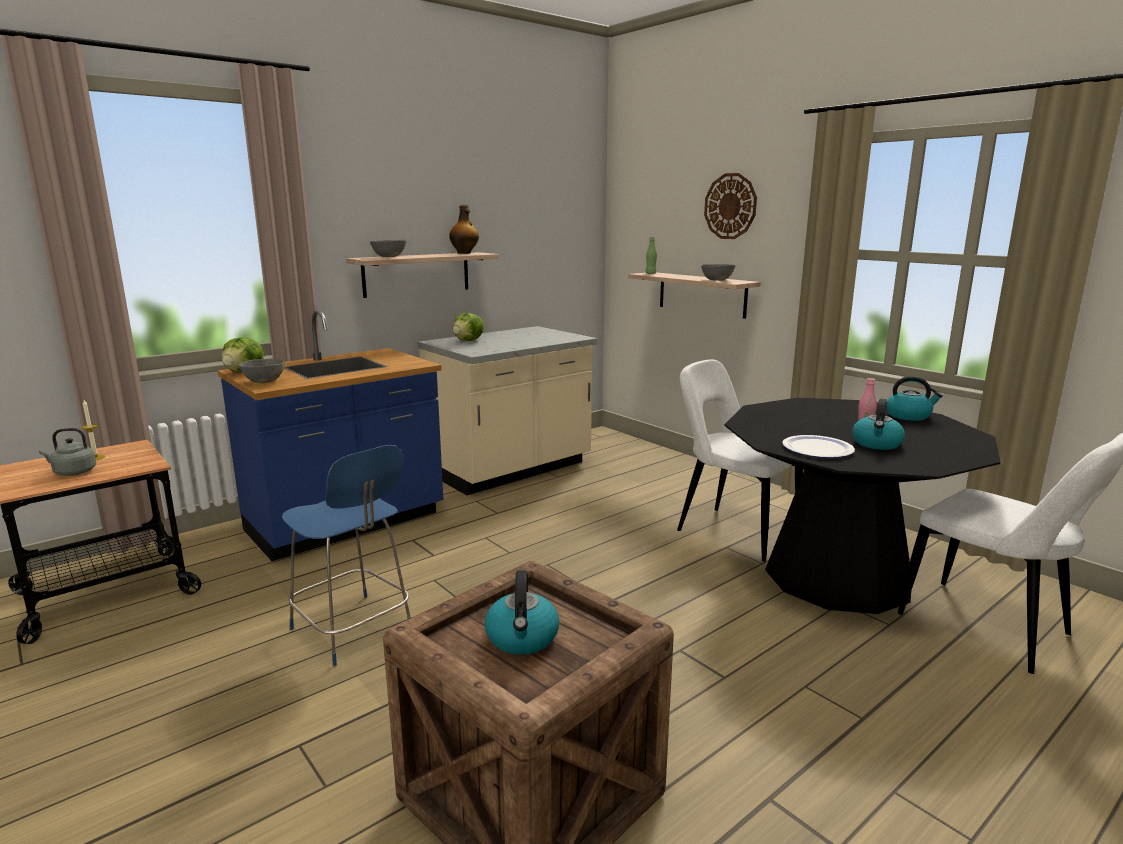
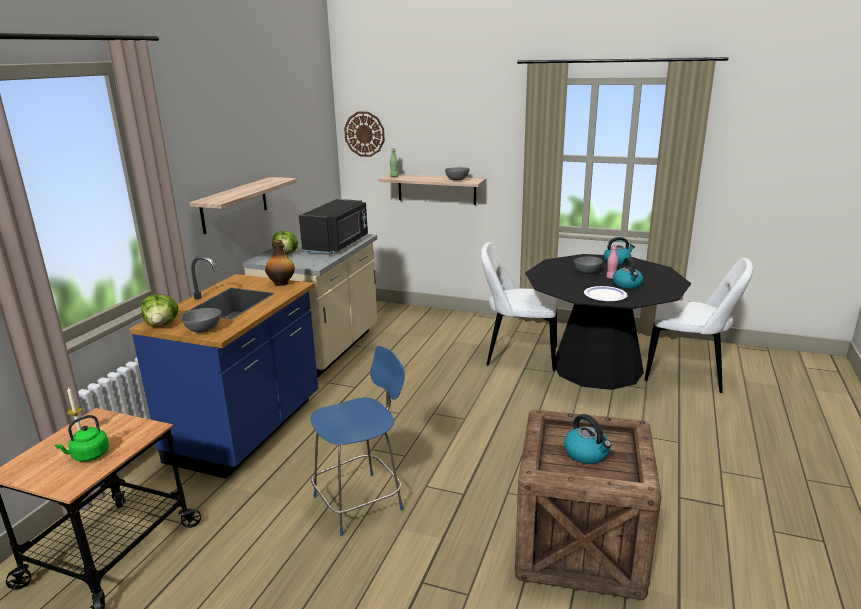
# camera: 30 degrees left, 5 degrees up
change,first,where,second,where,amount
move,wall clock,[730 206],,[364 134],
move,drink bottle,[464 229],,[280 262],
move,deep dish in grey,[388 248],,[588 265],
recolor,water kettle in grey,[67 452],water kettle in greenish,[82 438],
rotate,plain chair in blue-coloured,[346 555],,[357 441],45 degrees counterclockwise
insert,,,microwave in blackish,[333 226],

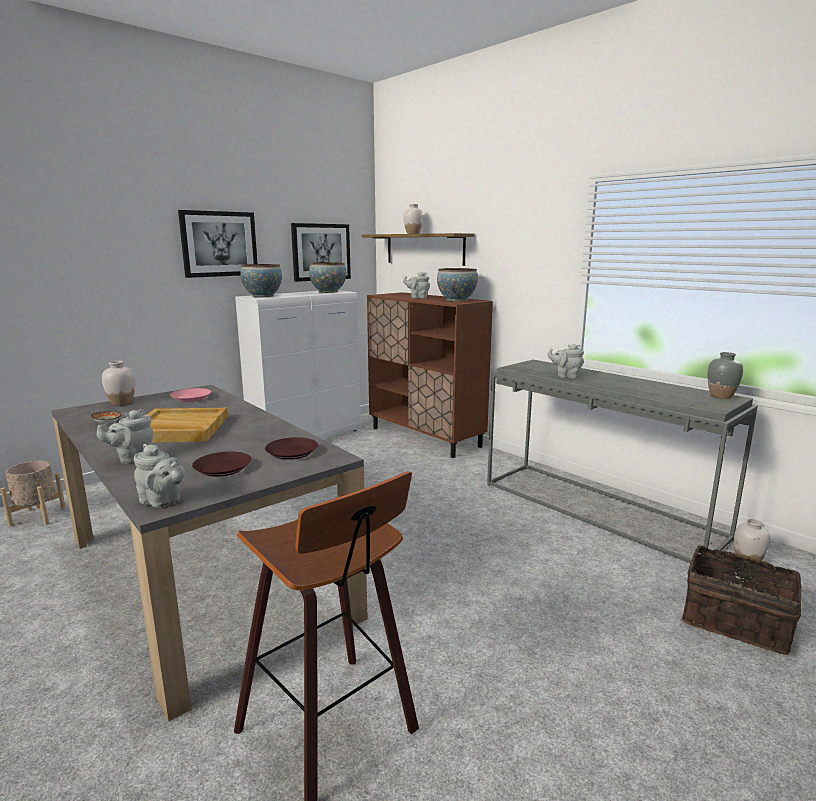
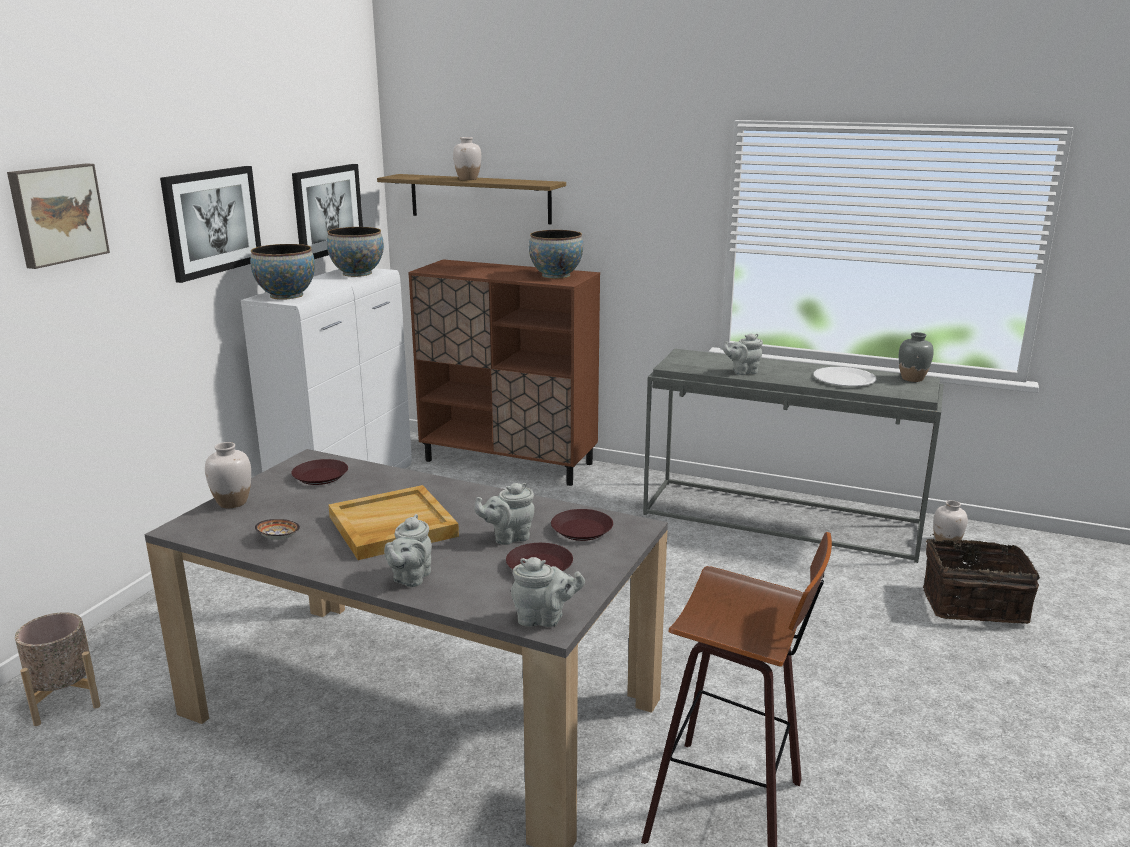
# camera: 25 degrees left, 5 degrees up
change,first,where,second,where,amount
move,tea pot in grey,[416 285],,[504 514],
recolor,flat dish in pink,[190 395],flat dish in brownish,[319 472],
insert,,,picture,[58 216],
insert,,,flat dish in whitish,[845 376],

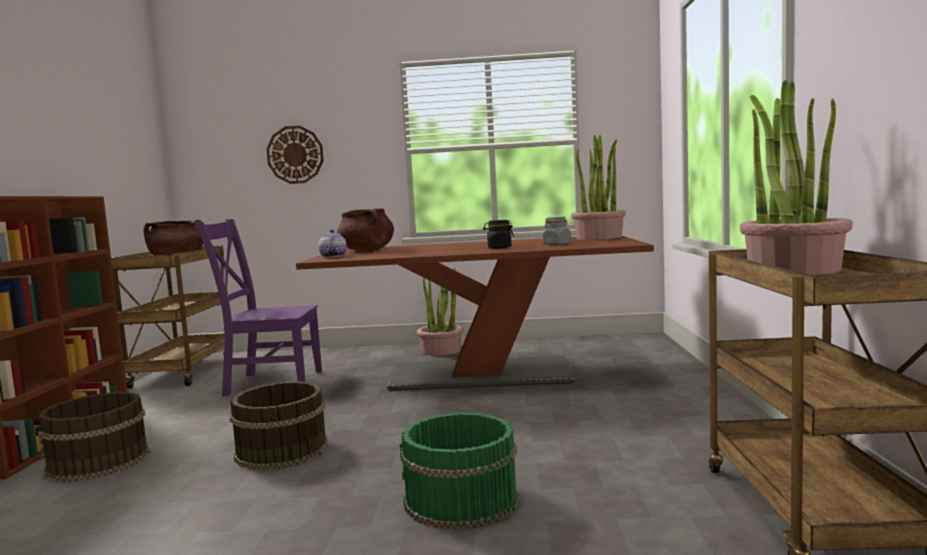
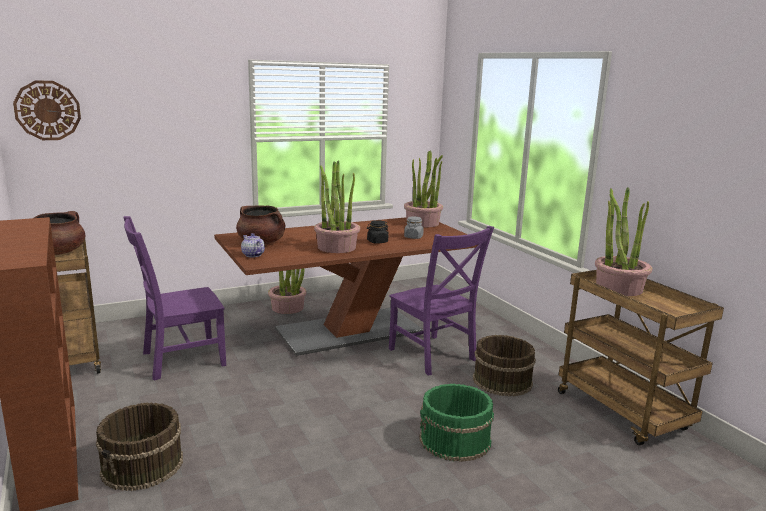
# camera: 30 degrees left, 10 degrees up
change,first,where,second,where,amount
move,wall clock,[295 155],,[47 110],
move,bucket in brownish,[279 426],,[504 365],
insert,,,plant in a pot,[337 207],
insert,,,plain chair in purple-coloured,[441 300],

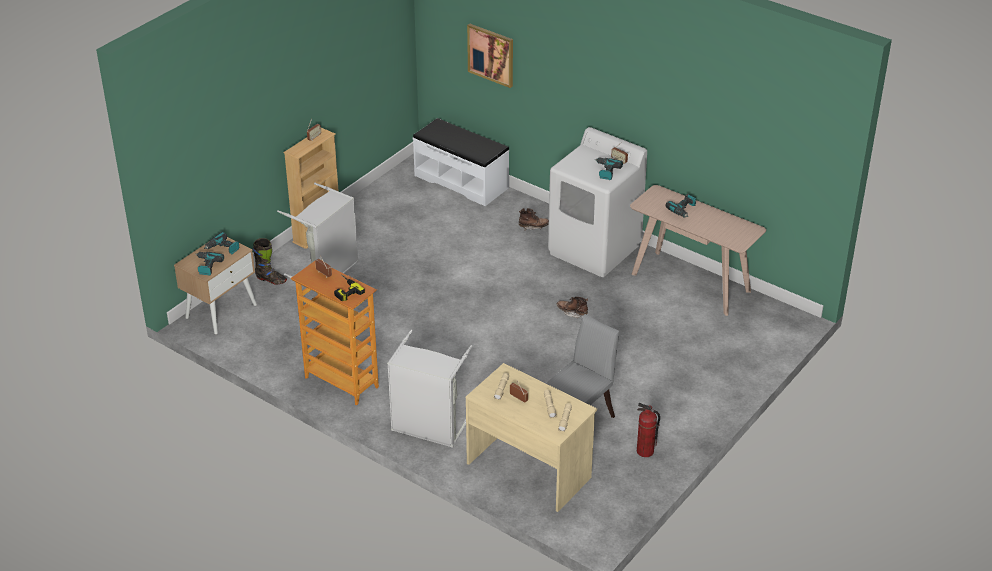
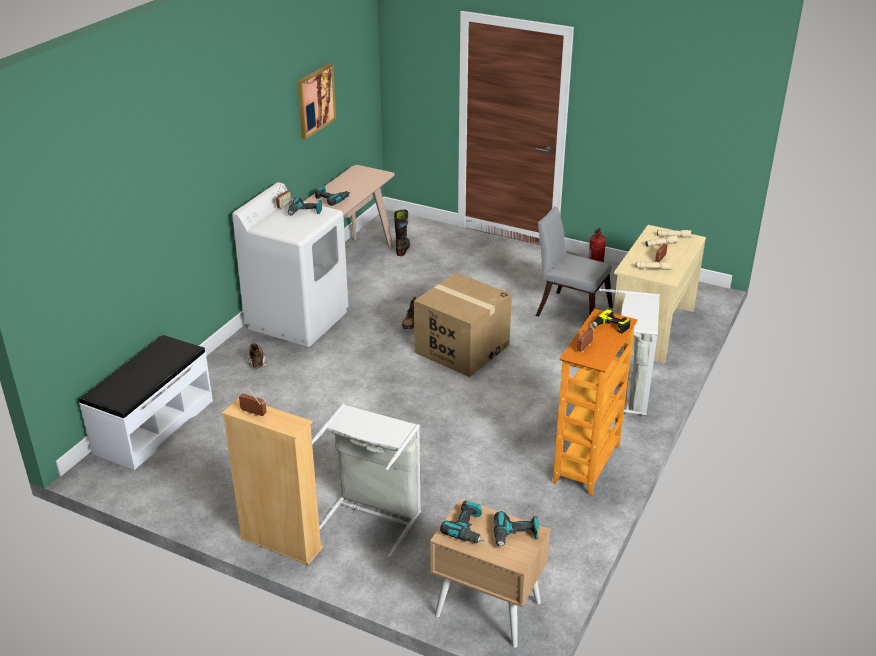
# camera: 100 degrees left, 5 degrees down
change,first,where,second,where,amount
move,picture,[490 56],,[316 101],
move,boot in blackish,[270 261],,[402 233],
insert,,,cardboard box,[463 325],

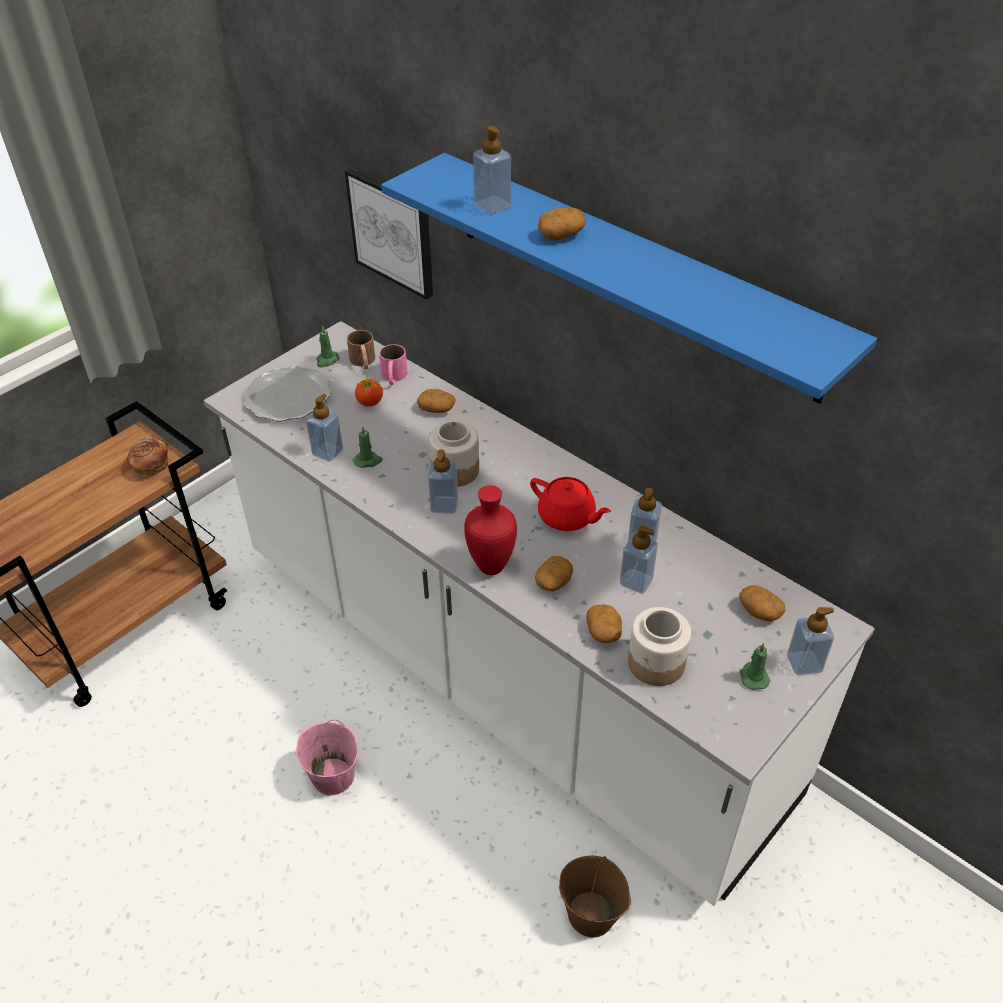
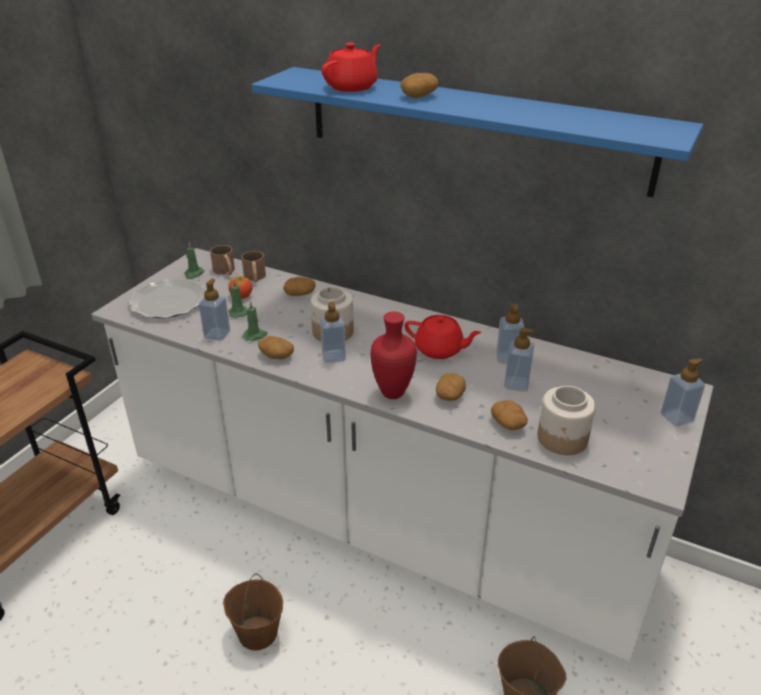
# camera: 15 degrees left, 10 degrees down
change,first,where,second,where,amount
replace,soap dispenser,[492 170],tea pot in red-coloured,[351 67],
delete,picture,[389 234],,,
recolor,tea mug in pink,[393 364],tea mug in brownish,[253 266],
delete,bakery bread,[147 456],,,
move,potato,[762 603],,[276 347],
move,wax candle in greenish,[755 666],,[237 299],
recolor,bucket in pink,[327 757],bucket in brownish,[253 612],

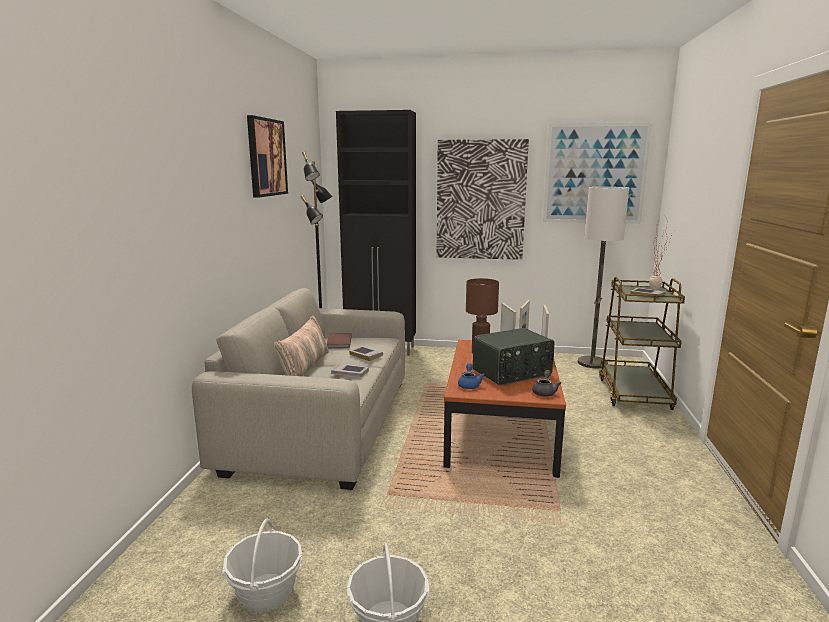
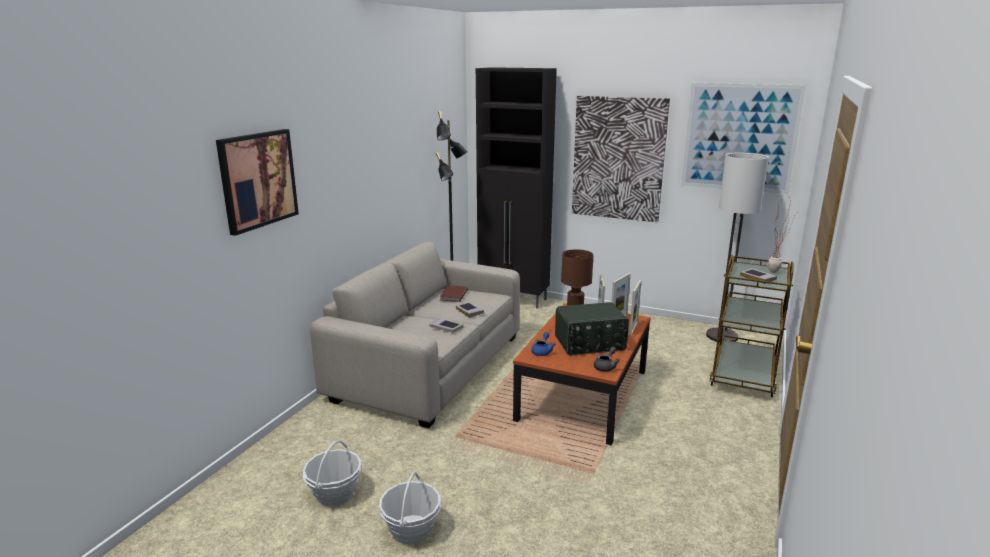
# camera: 15 degrees right, 5 degrees up
change,first,where,second,where,amount
move,picture,[267 156],,[257 182],
delete,throw pillow,[301 346],,,

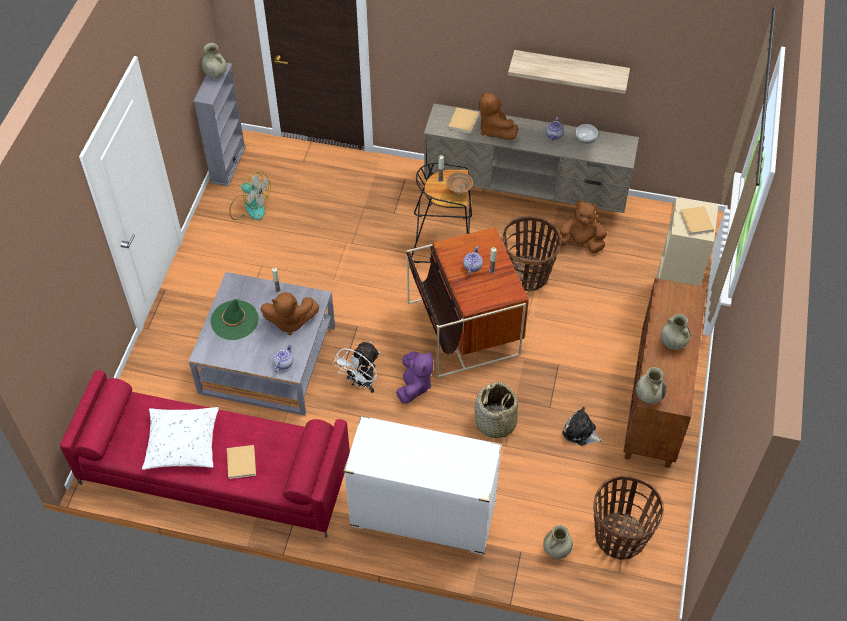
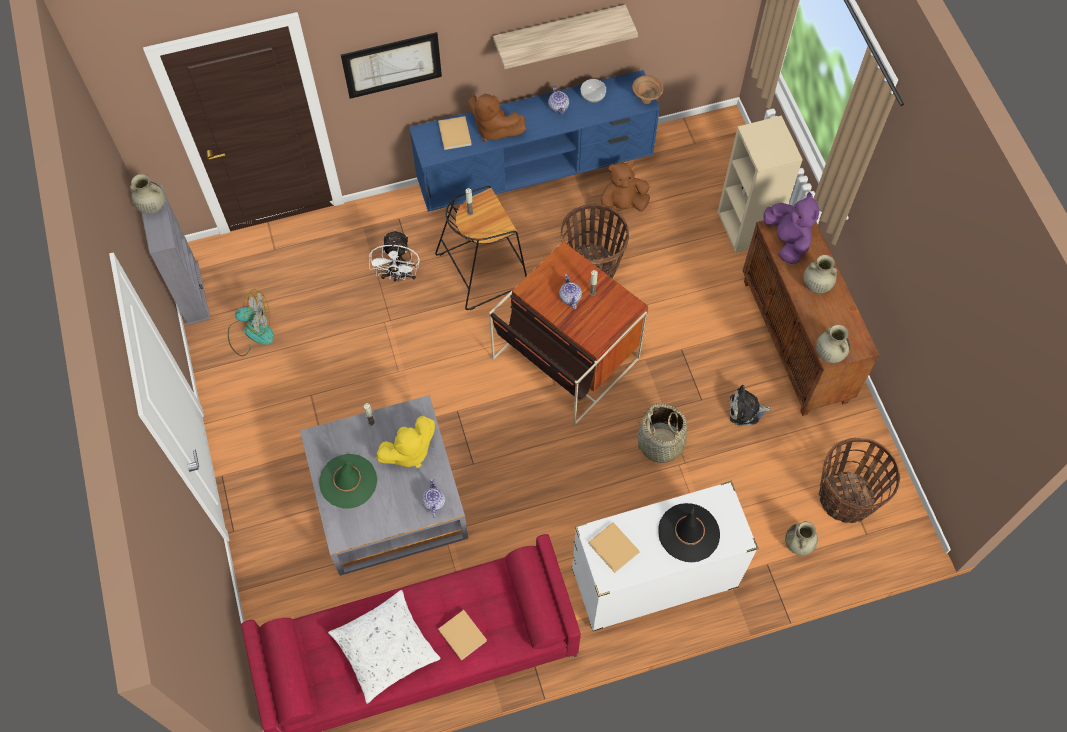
# camera: 30 degrees left, 10 degrees up
change,first,where,second,where,amount
recolor,tv unit in beige-coloured,[531 158],tv unit in blue-coloured,[534 141],
move,deep dish in brownish,[459 184],,[647 89],
move,bound book in beige-coloured,[696 220],,[614 547],
recolor,cuddly toy in brownish,[290 313],cuddly toy in yellow-coloured,[405 442],
move,electric fan in whitish,[356 367],,[394 255],
move,cuddly toy in purple-coloured,[414 377],,[791 228],
insert,,,picture,[391 65],
insert,,,wearable hat in blackish,[689 532],

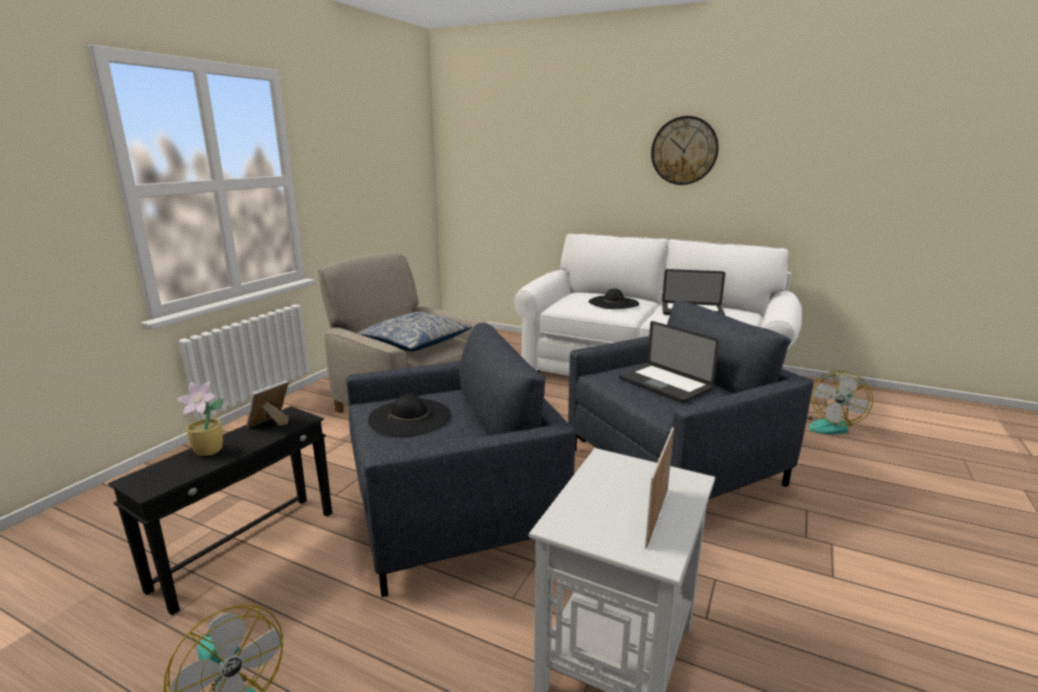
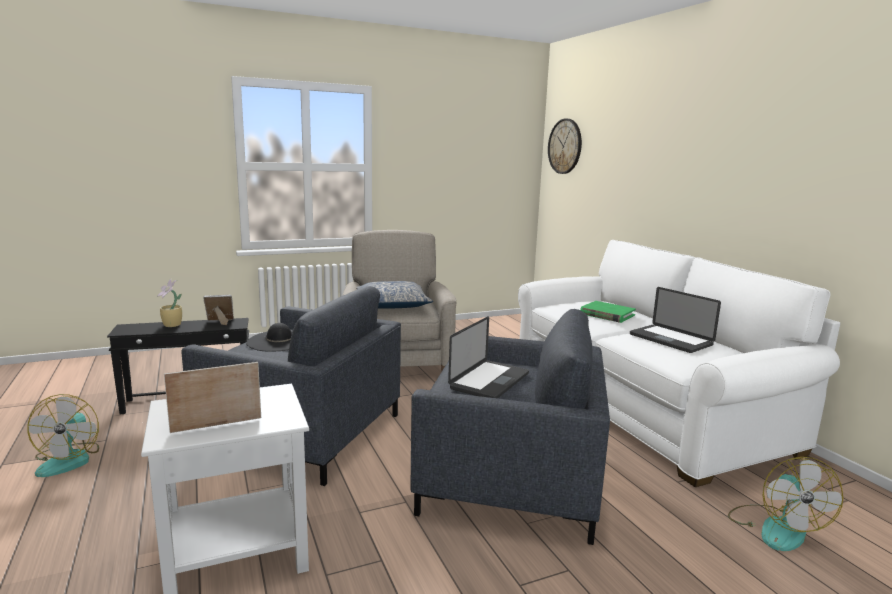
# camera: 40 degrees right, 5 degrees down
change,first,where,second,where,amount
move,wall clock,[685 150],,[565 146],
replace,wearable hat in blackish,[614 298],bound book in greenish,[608 312],
rotate,laptop,[669 362],,[488 357],150 degrees counterclockwise
rotate,electric fan,[840 402],,[786 504],75 degrees counterclockwise

